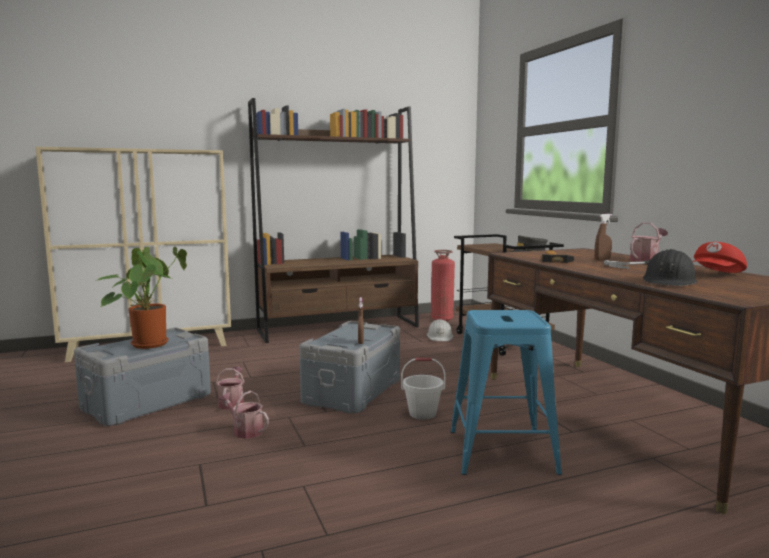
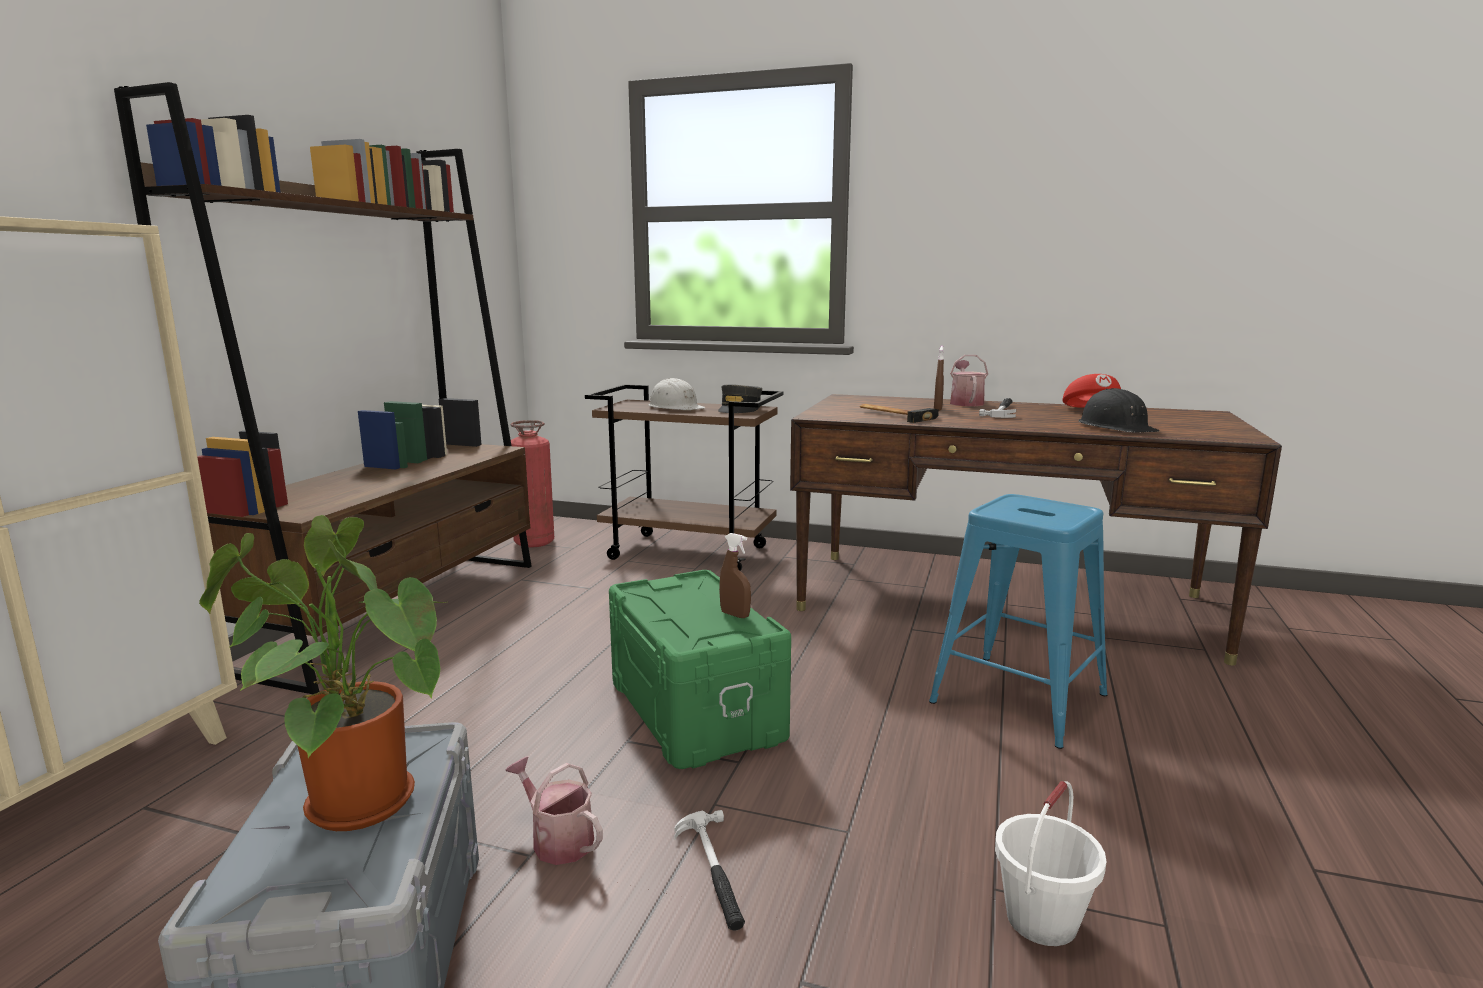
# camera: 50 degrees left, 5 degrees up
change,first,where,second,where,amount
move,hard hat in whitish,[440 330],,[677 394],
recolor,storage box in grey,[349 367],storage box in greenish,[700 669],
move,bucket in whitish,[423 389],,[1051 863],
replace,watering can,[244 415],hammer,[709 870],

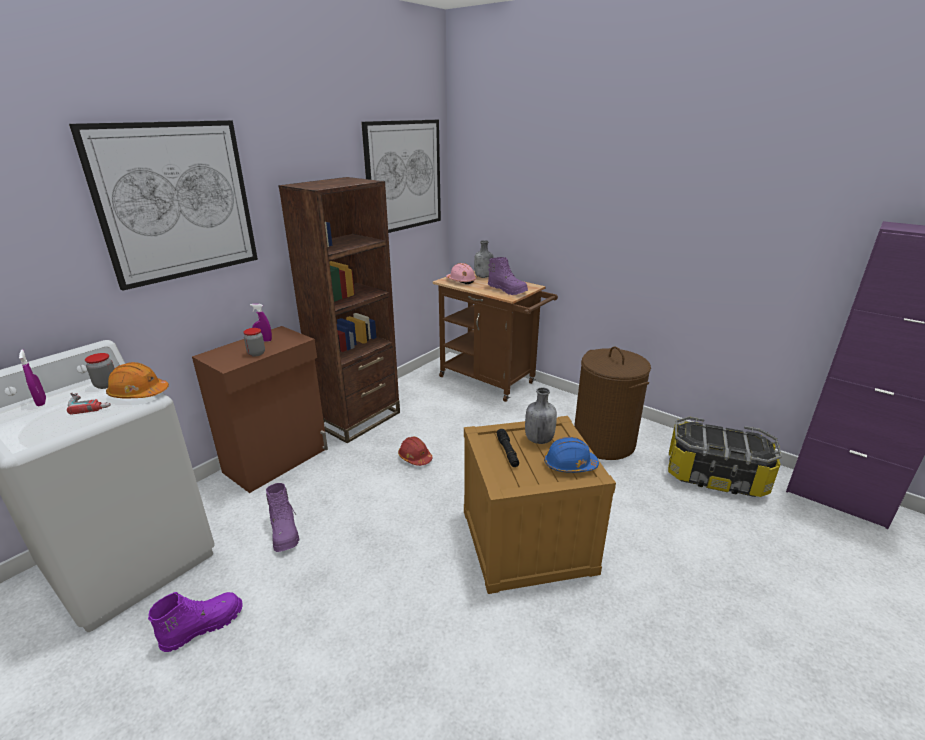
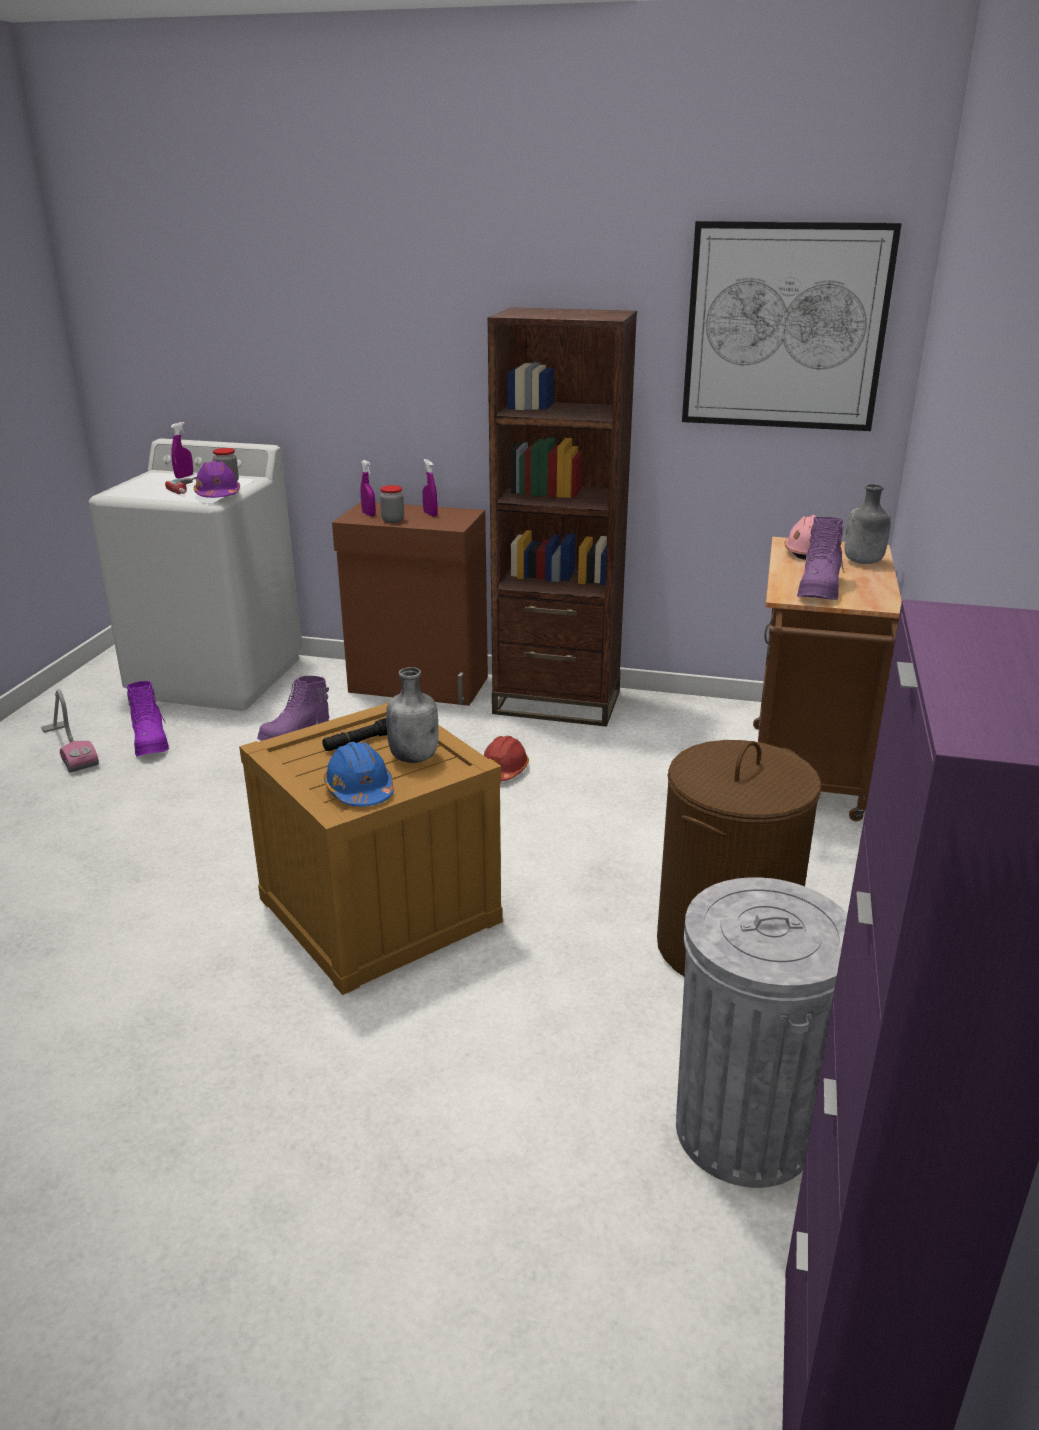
# camera: 65 degrees right, 0 degrees up
change,first,where,second,where,amount
delete,picture,[163 205],,,
recolor,hard hat in orange,[137 380],hard hat in purple-coloured,[217 479],
replace,storage box,[725 457],rubbish bin in grey,[761 1032],
rotate,boot in purple-coloured,[195 622],,[148 718],45 degrees clockwise
insert,,,sprayer in purple-coloured,[368 488],
insert,,,vacuum cleaner,[70 730],

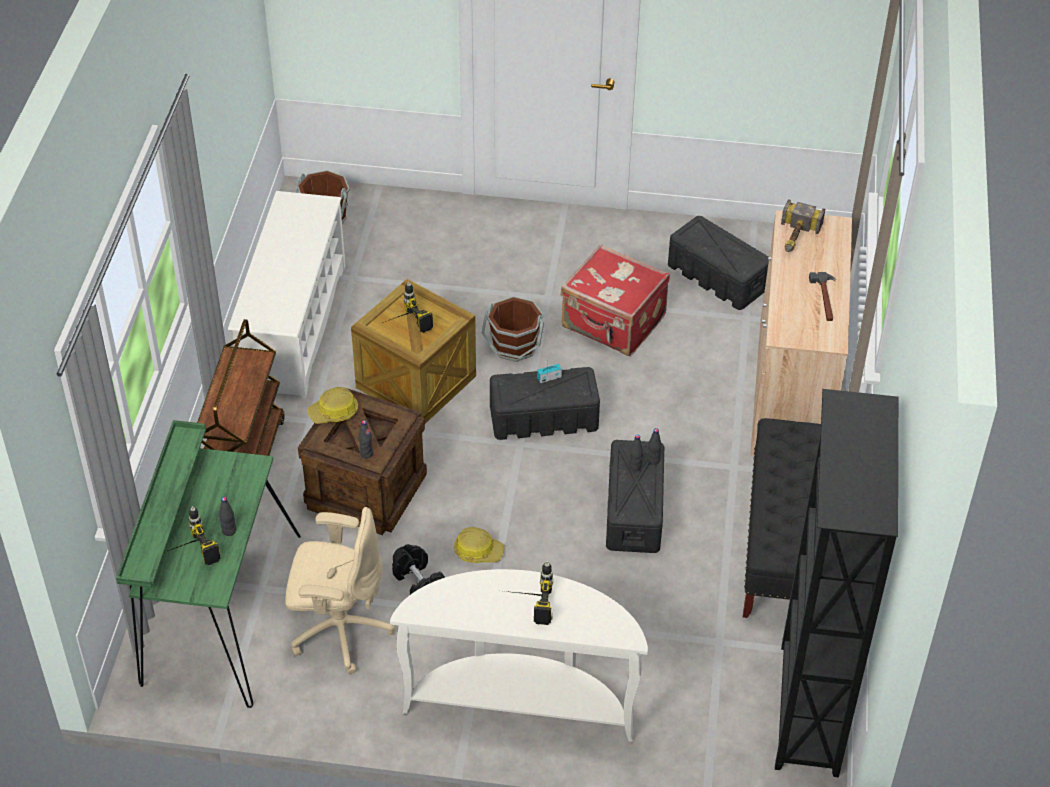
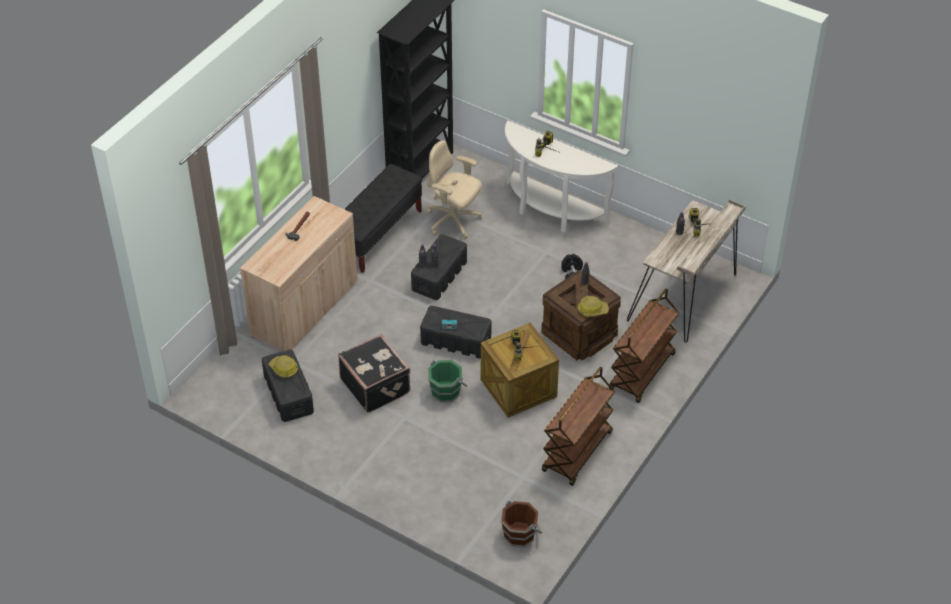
# camera: 155 degrees left, 0 degrees up
change,first,where,second,where,amount
replace,shoe shelf in whitish,[286 295],wheeled cart in brownish,[578 426],
delete,hammer,[803 225],,,
recolor,travel case in red-coloured,[615 300],travel case in blackish,[374 373],
recolor,bucket in brownish,[513 329],bucket in greenish,[447 381],
recolor,desk unit in greenish,[208 564],desk unit in beige-coloured,[686 271],
move,computer chair in beige-coloured,[340 590],,[454 189],
move,hard hat,[479 545],,[283 366],

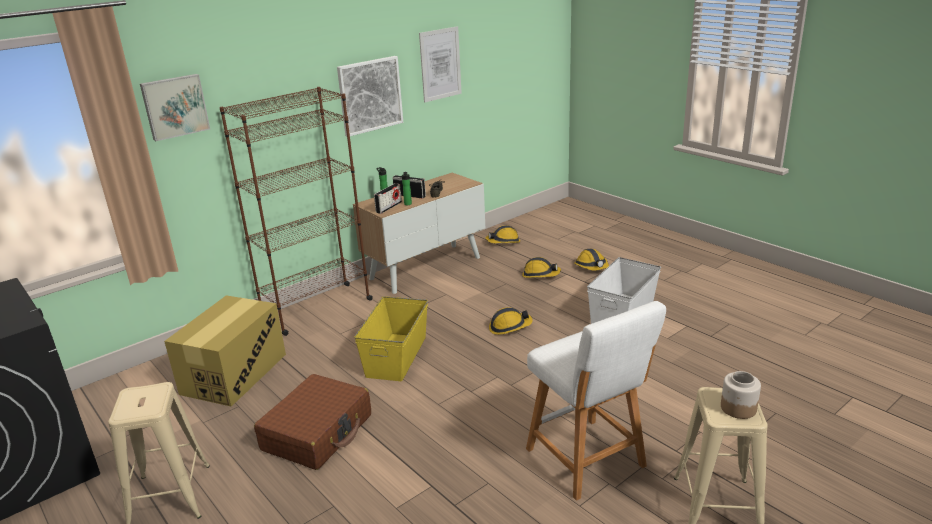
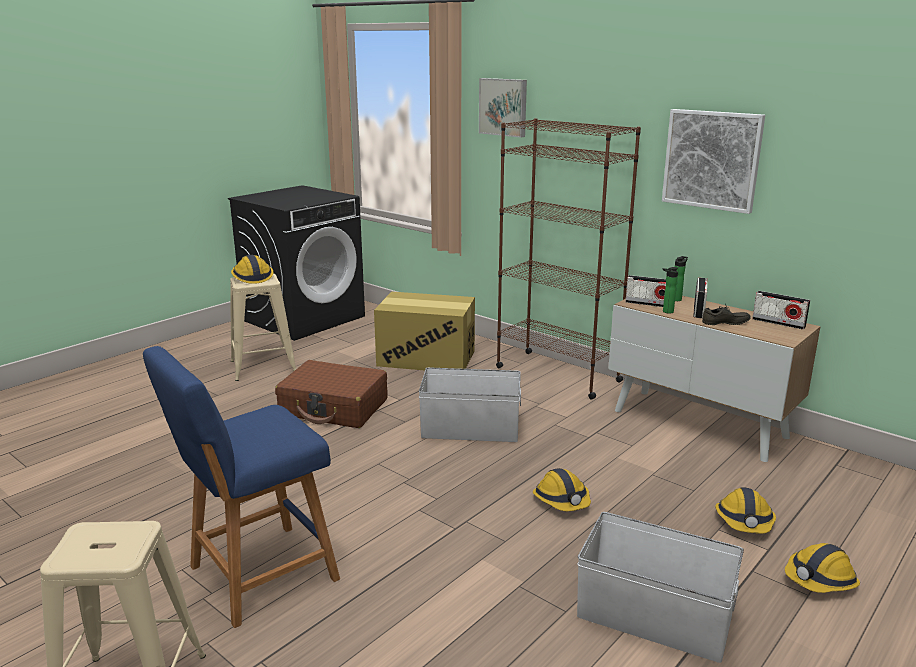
# camera: 80 degrees right, 5 degrees down
change,first,where,second,where,amount
delete,picture,[440 64],,,
move,hard hat,[502 234],,[252 269],
recolor,storage box in yellow-coloured,[391 338],storage box in whitish,[470 405],
recolor,sitting stool in whitish,[596 401],sitting stool in blue-coloured,[241 487],
delete,preserve jar,[741 395],,,
insert,,,radio,[781 310],

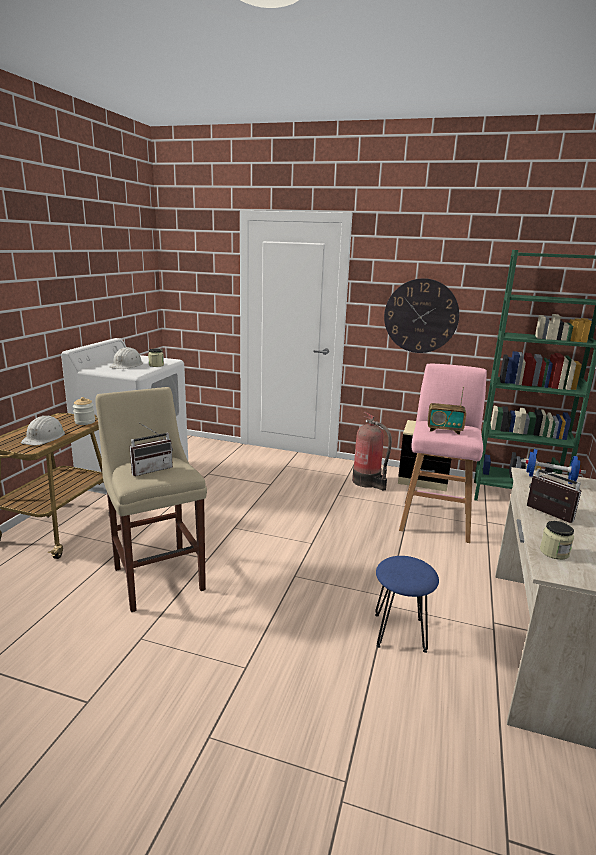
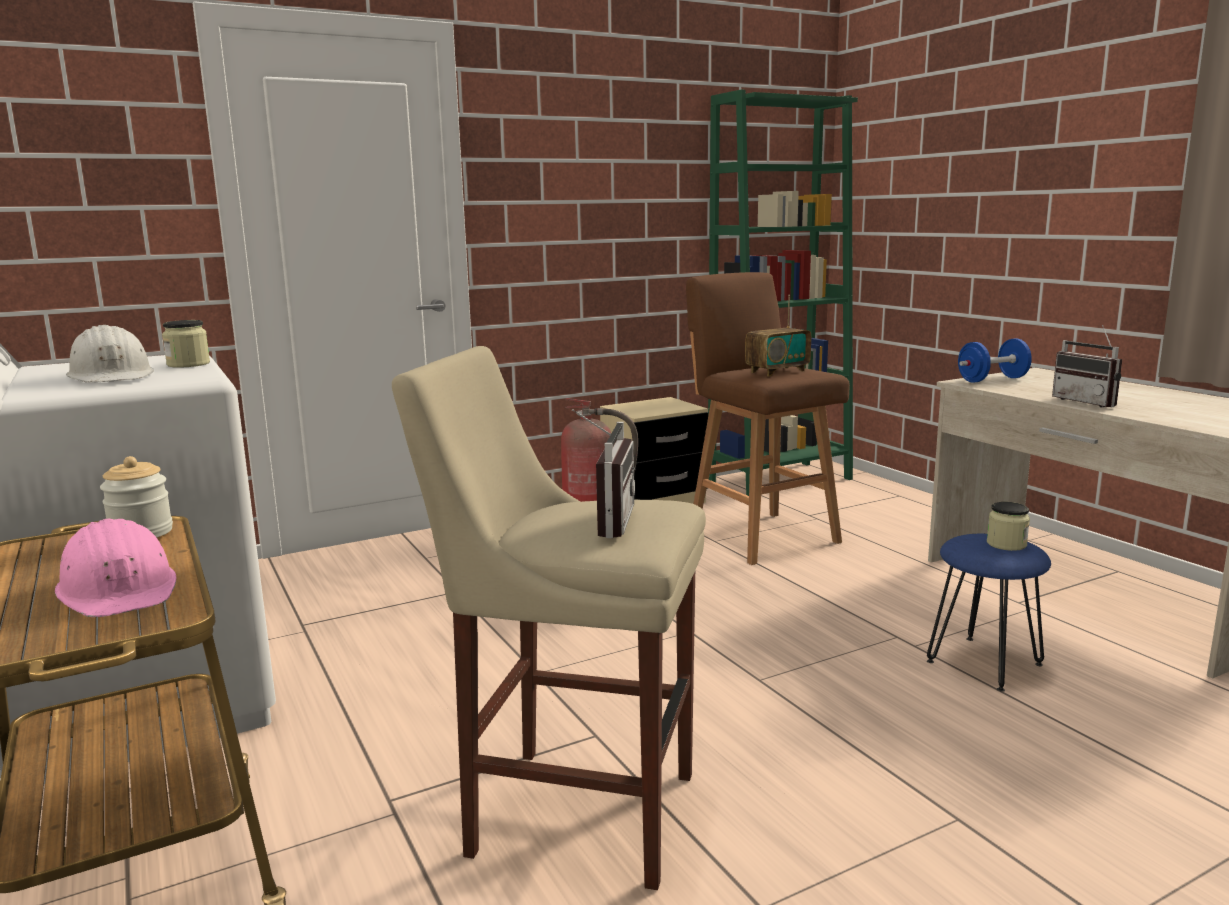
# camera: 45 degrees left, 5 degrees down
change,first,where,second,where,amount
delete,wall clock,[421 315],,,
recolor,sitting stool in pink,[443 453],sitting stool in brownish,[768 418],
recolor,hard hat in whitish,[43 430],hard hat in pink,[116 568],
rotate,radio,[554 495],,[1087 366],120 degrees counterclockwise
move,preserve jar,[557 540],,[1008 526],

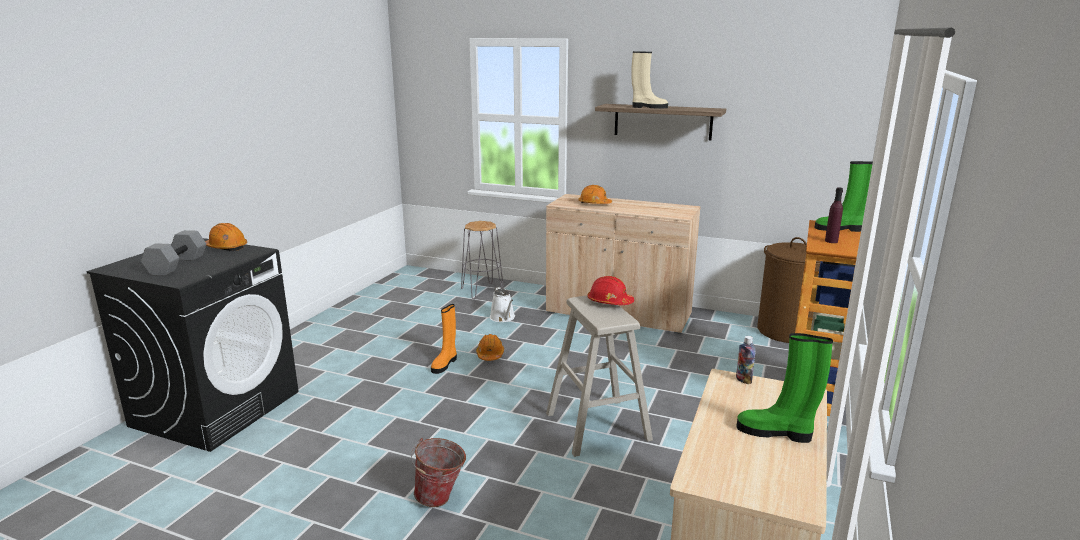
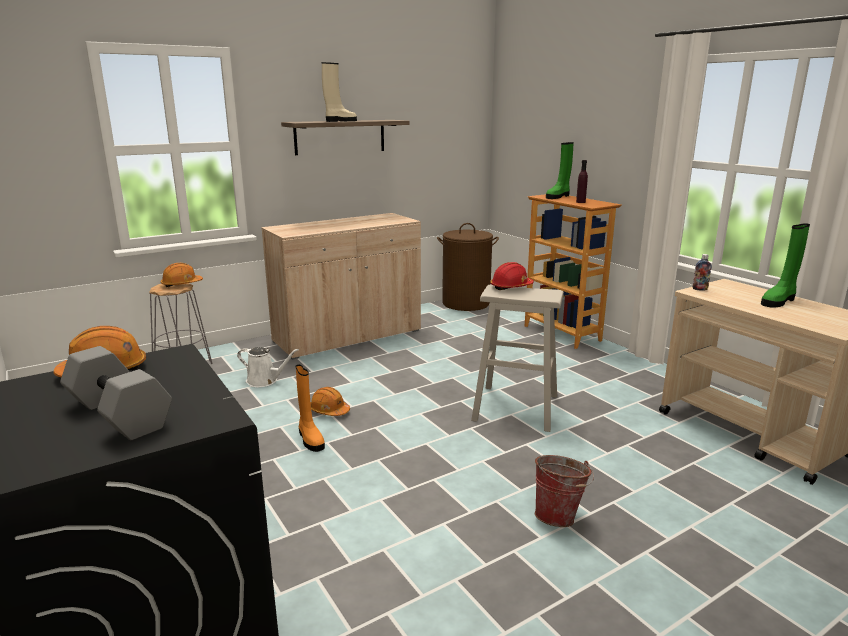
# camera: 55 degrees left, 0 degrees up
change,first,where,second,where,amount
move,hard hat in orange,[595 194],,[181 275],

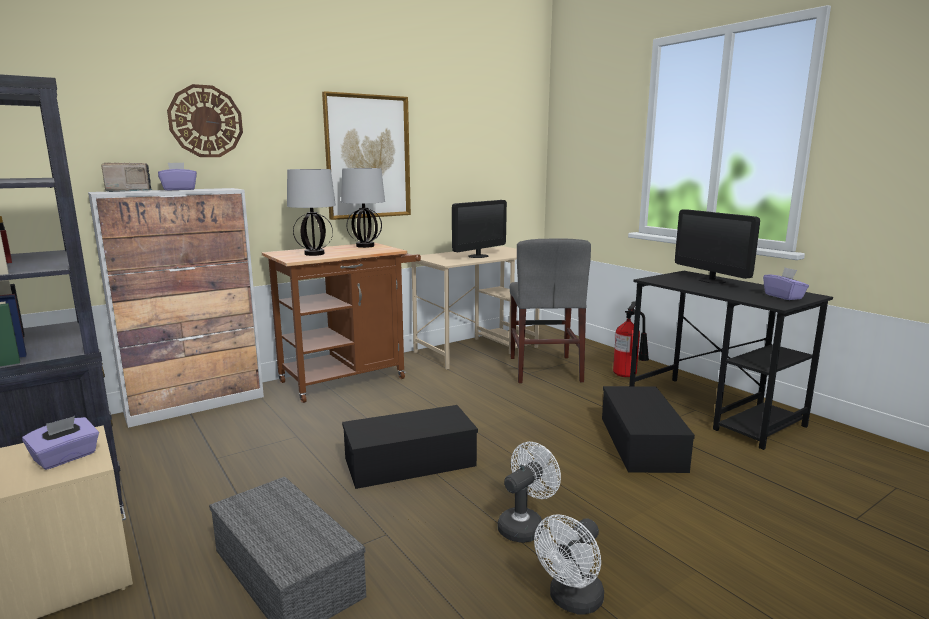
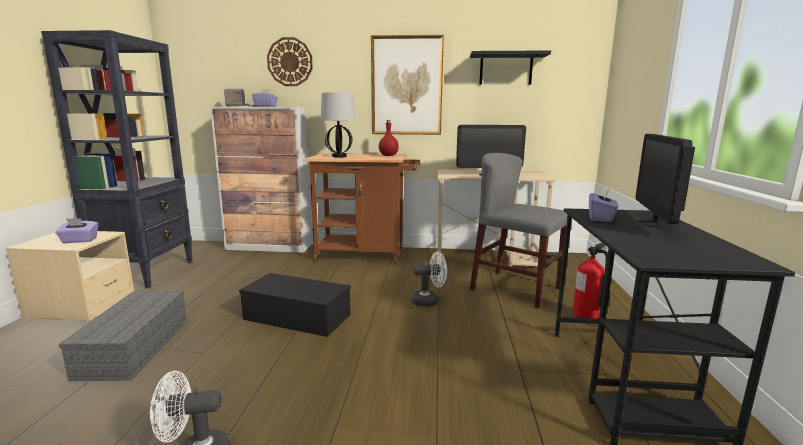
# camera: 40 degrees right, 0 degrees up
change,first,where,second,where,amount
replace,lamp for a table,[363 208],drink bottle in red-coloured,[389 138],
rotate,plain chair in grey,[550 310],,[521 231],90 degrees clockwise
move,tissue box in purple-coloured,[786 284],,[603 205],
delete,storage box in blackish,[648 429],,,
move,electric fan in whitish,[529 492],,[429 279],
insert,,,bracket shelf in blackish,[510 67],

